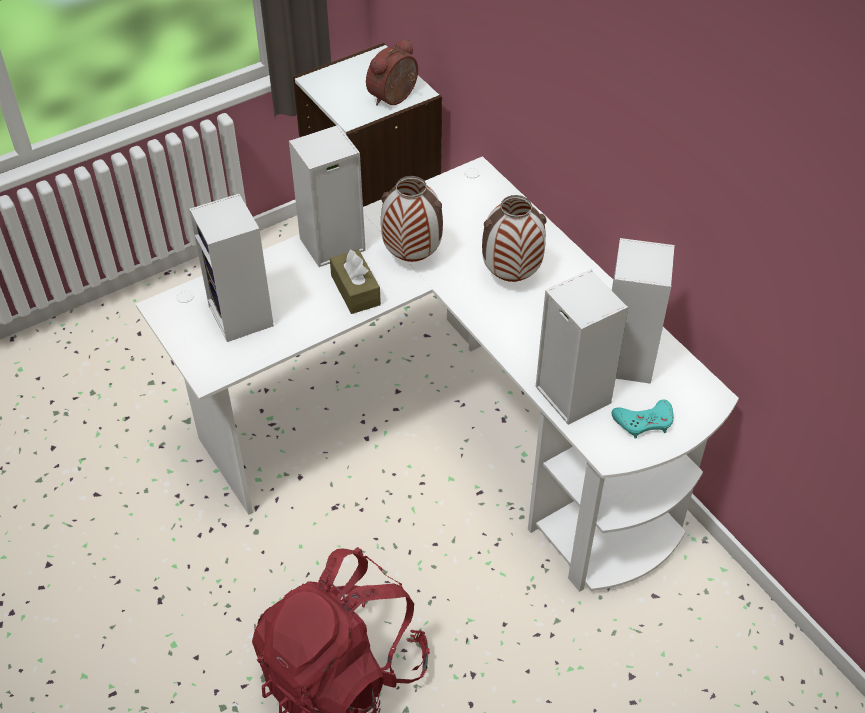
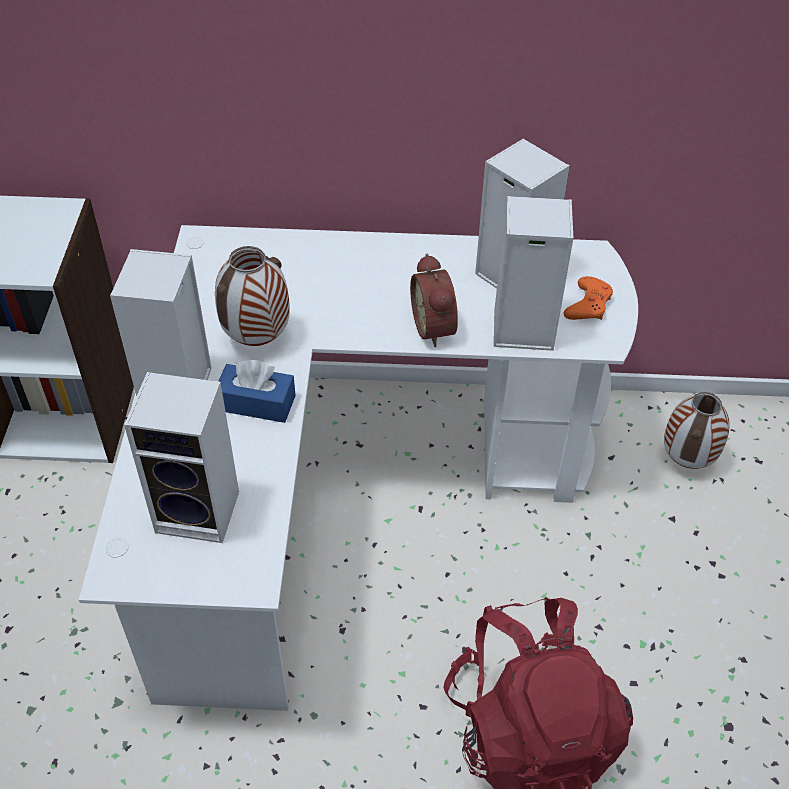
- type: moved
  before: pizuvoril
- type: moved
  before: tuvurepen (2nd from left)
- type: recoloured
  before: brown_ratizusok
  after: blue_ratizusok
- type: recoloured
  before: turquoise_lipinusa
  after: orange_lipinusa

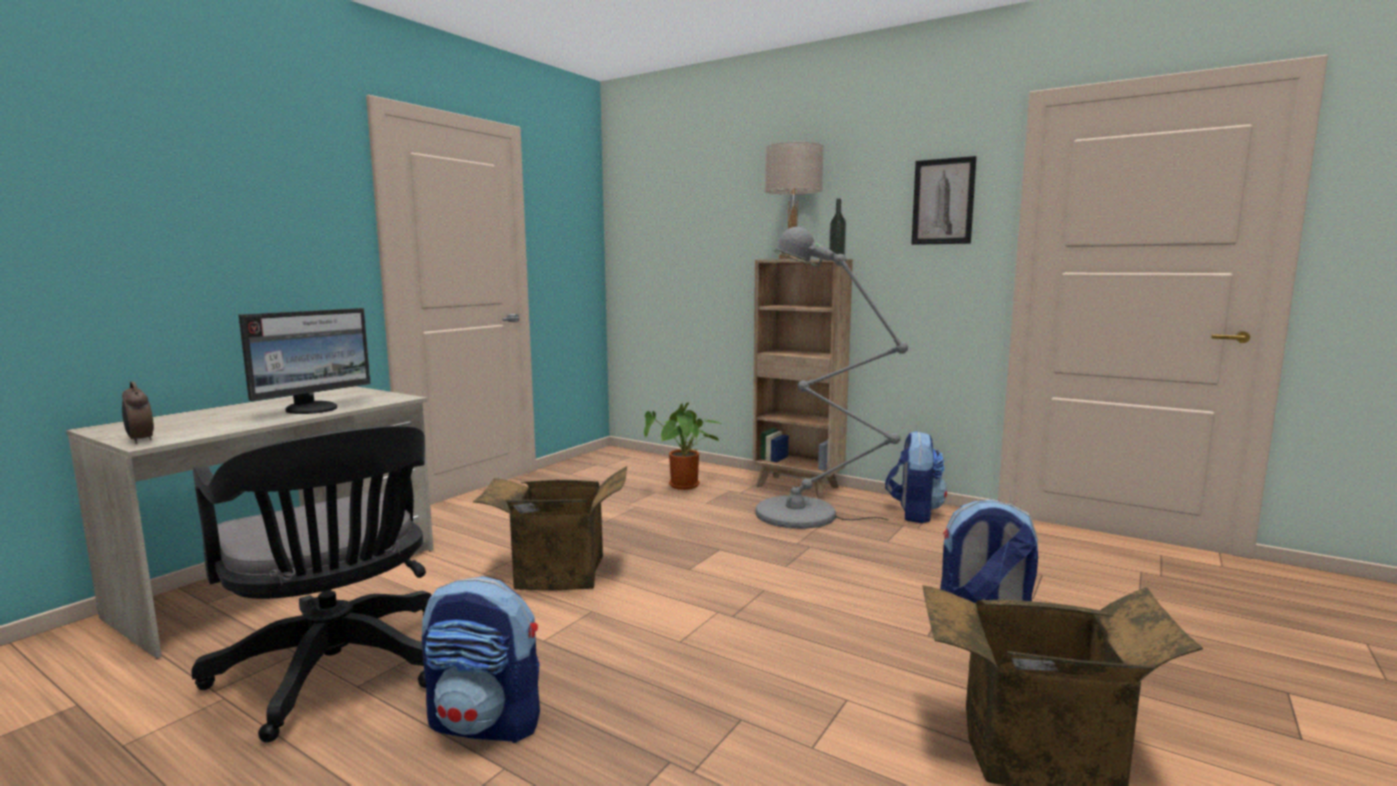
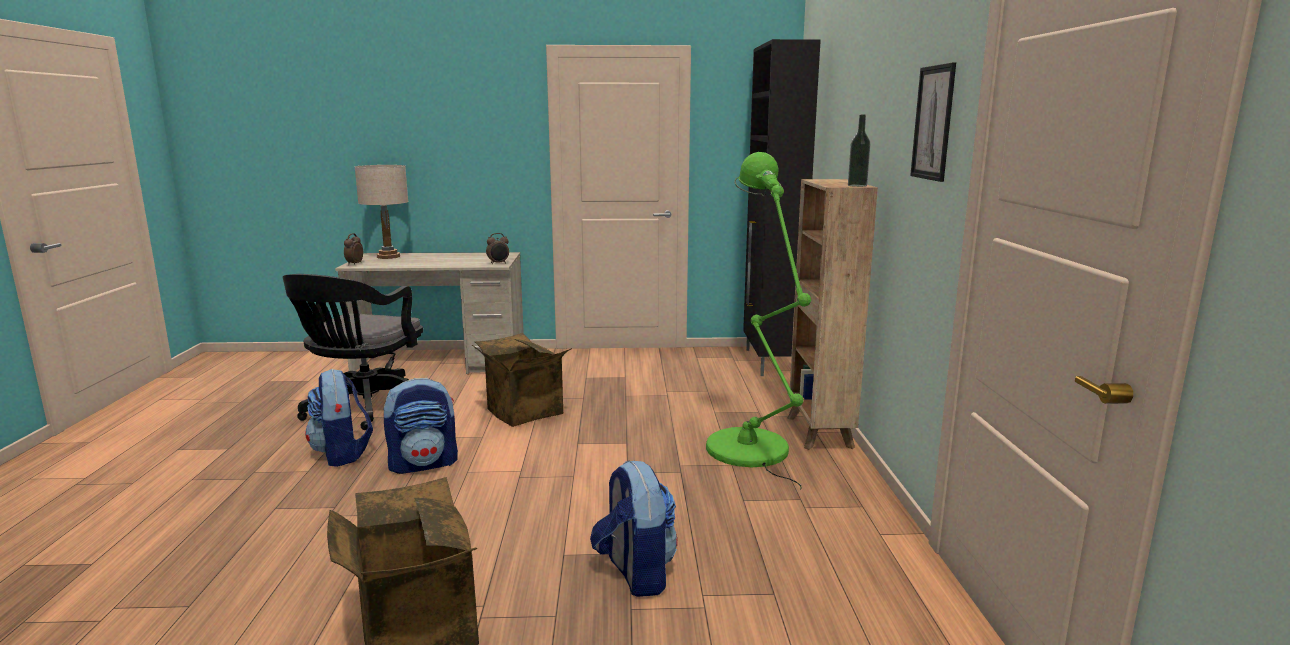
- type: moved
  before: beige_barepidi
- type: recoloured
  before: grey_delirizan
  after: green_delirizan
- type: removed
  before: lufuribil
- type: removed
  before: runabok
- type: moved
  before: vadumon (2nd from left)
- type: added
  after: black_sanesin
- type: added
  after: pizuvoril (2nd from left)

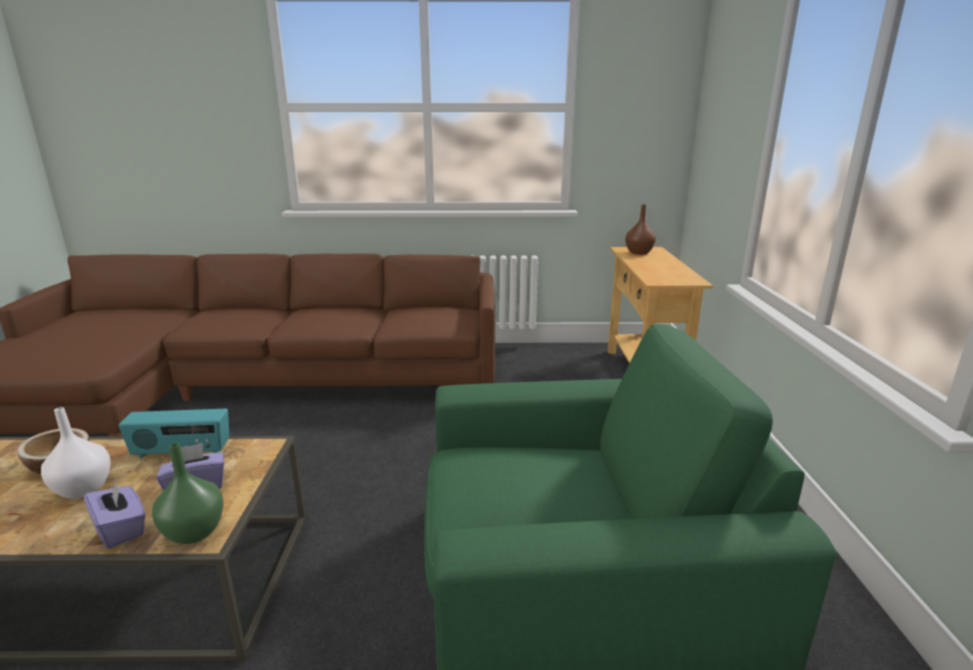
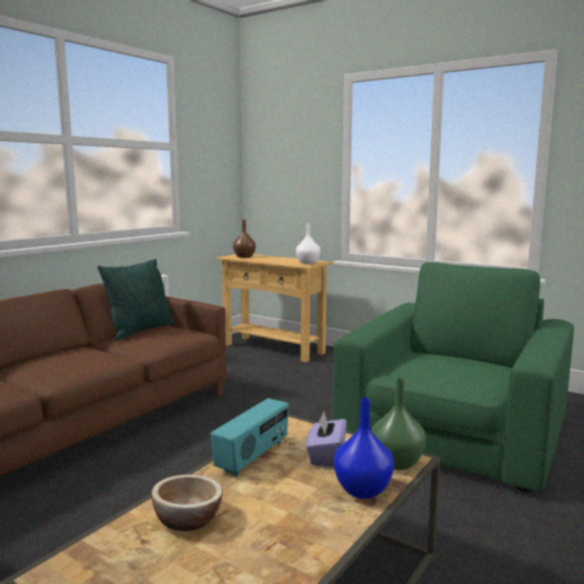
- type: moved
  before: white_tuvurepen
- type: replaced
  before: purple_ratizusok (1st from left)
  after: blue_tuvurepen
- type: added
  after: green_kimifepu

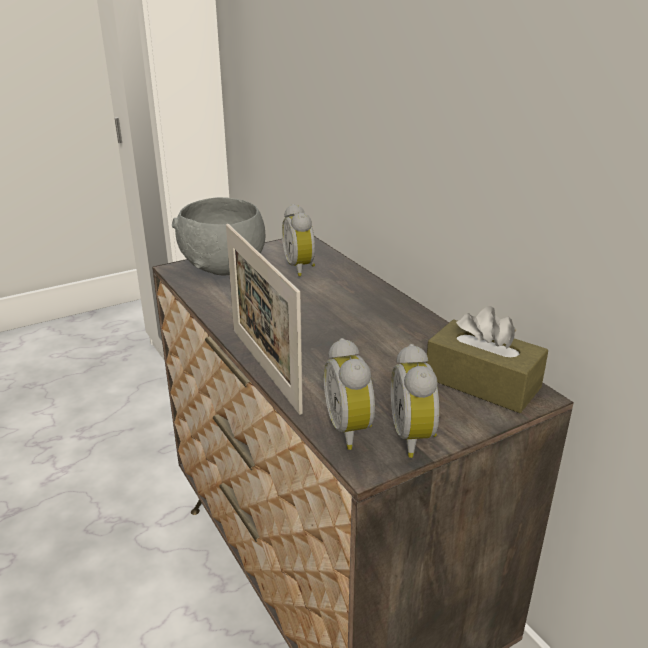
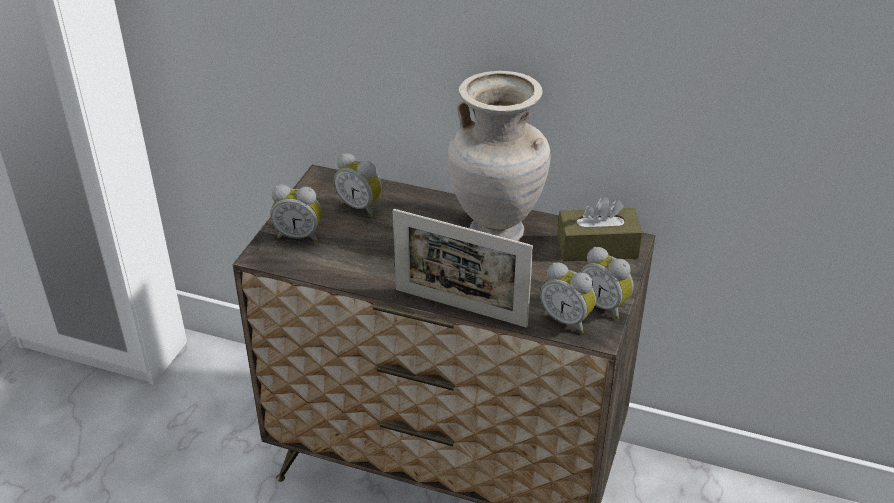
- type: replaced
  before: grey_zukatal
  after: pizuvoril (1st from left)
- type: added
  after: beige_tuvurepen

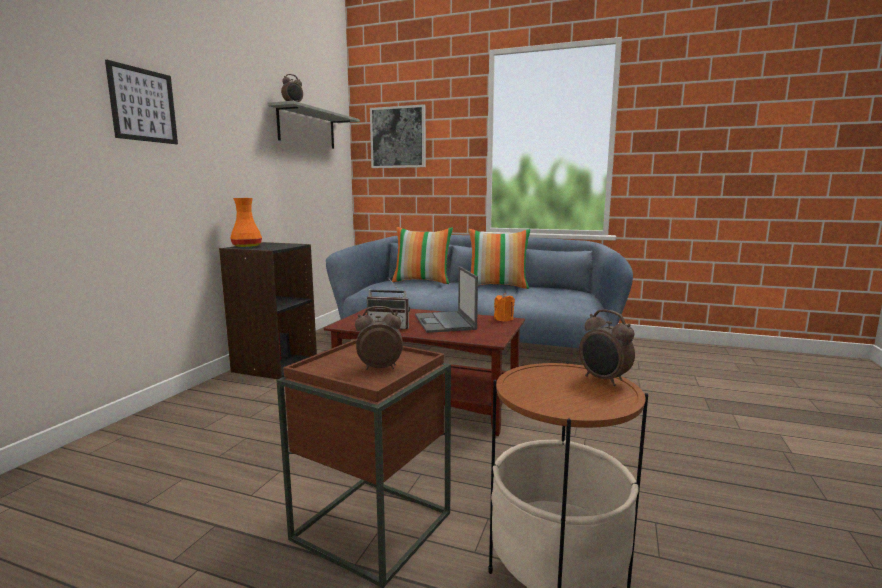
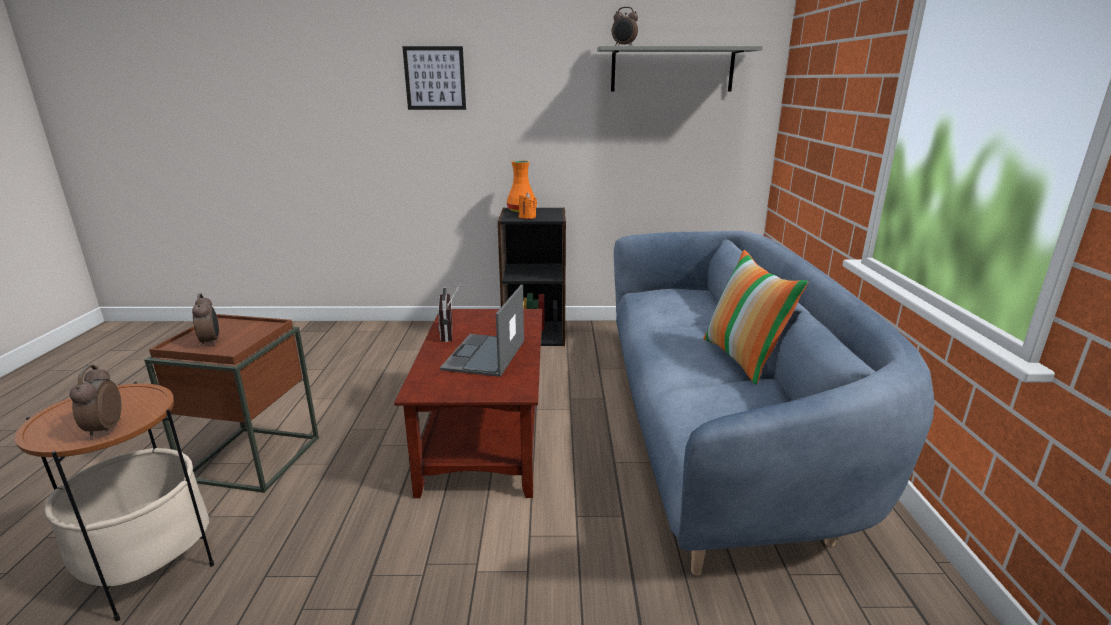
- type: removed
  before: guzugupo (2nd from left)
- type: removed
  before: kimifepu (1st from left)
- type: turned
  before: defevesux
  turn: -45
- type: moved
  before: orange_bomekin
- type: turned
  before: pizuvoril (3rd from left in the first image)
  turn: -45

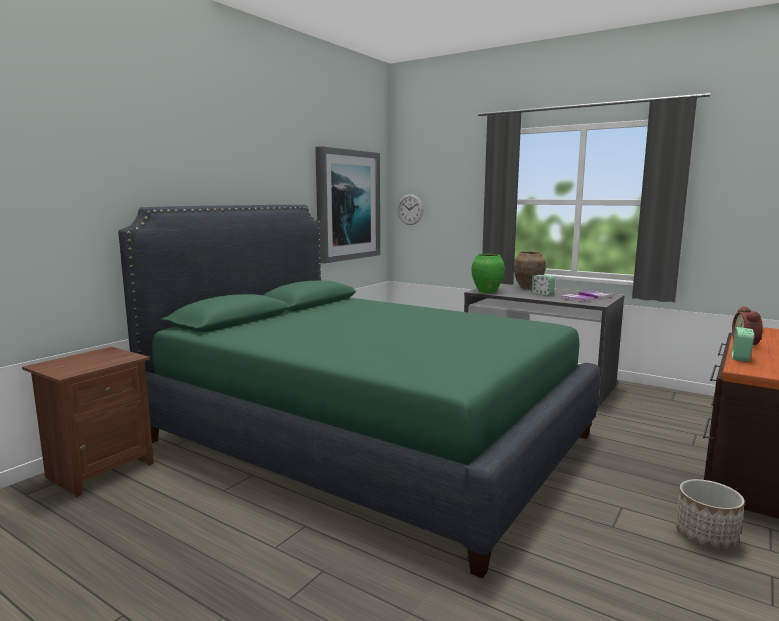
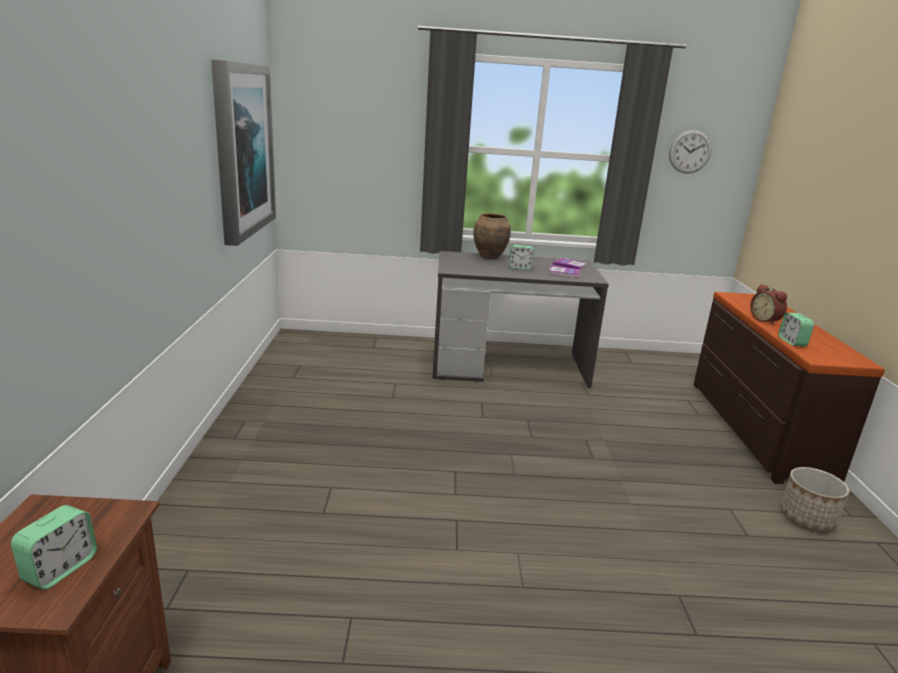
- type: moved
  before: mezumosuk
- type: removed
  before: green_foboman
- type: removed
  before: green_tuvurepen
- type: added
  after: pizuvoril (1st from left)

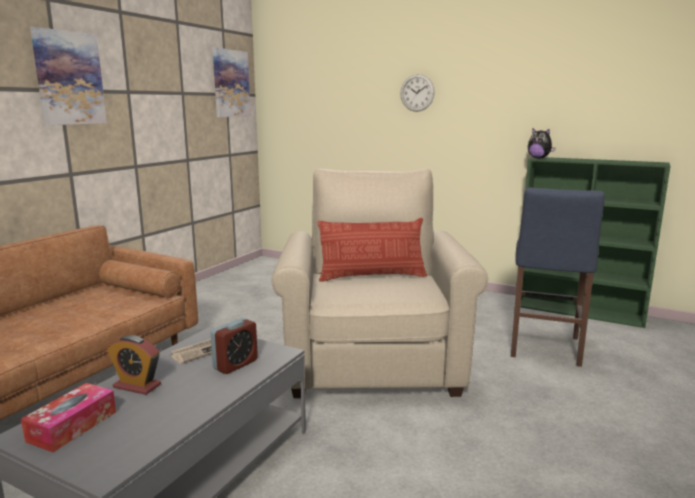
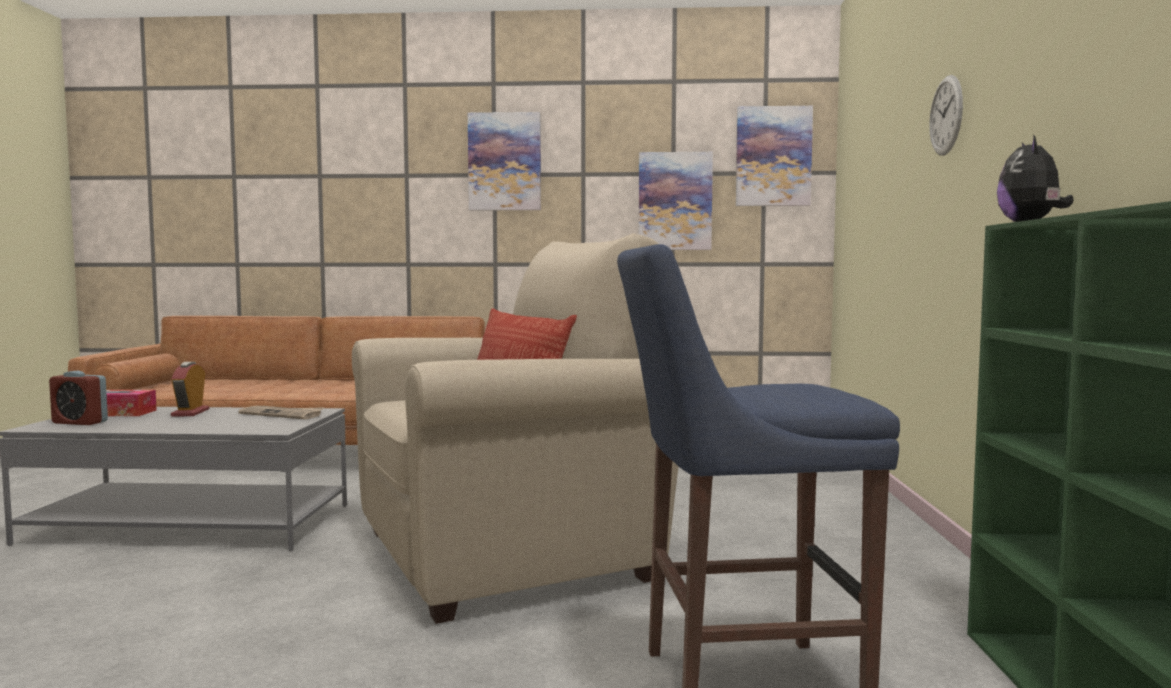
- type: moved
  before: pizuvoril (2nd from left in the first image)
  after: pizuvoril (1st from left)
- type: added
  after: guzugupo (2nd from left)

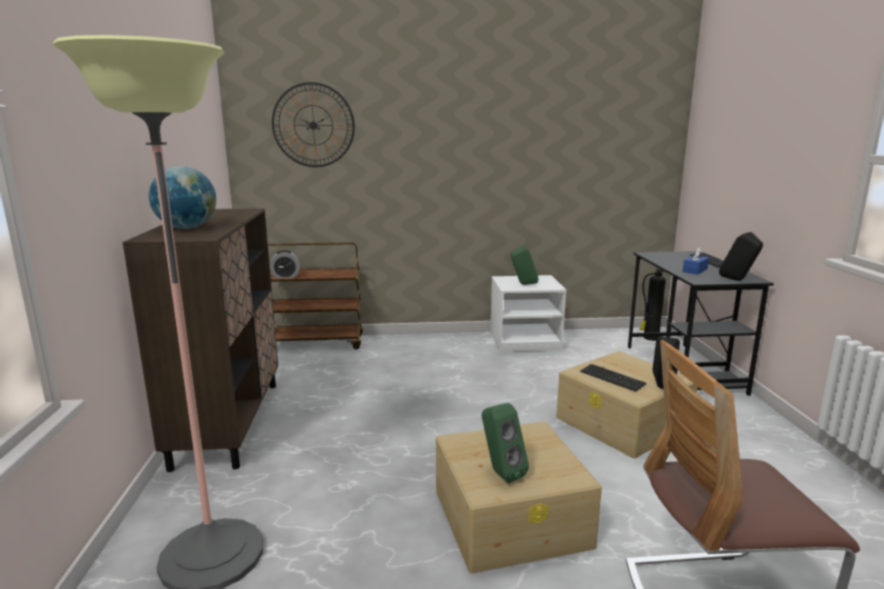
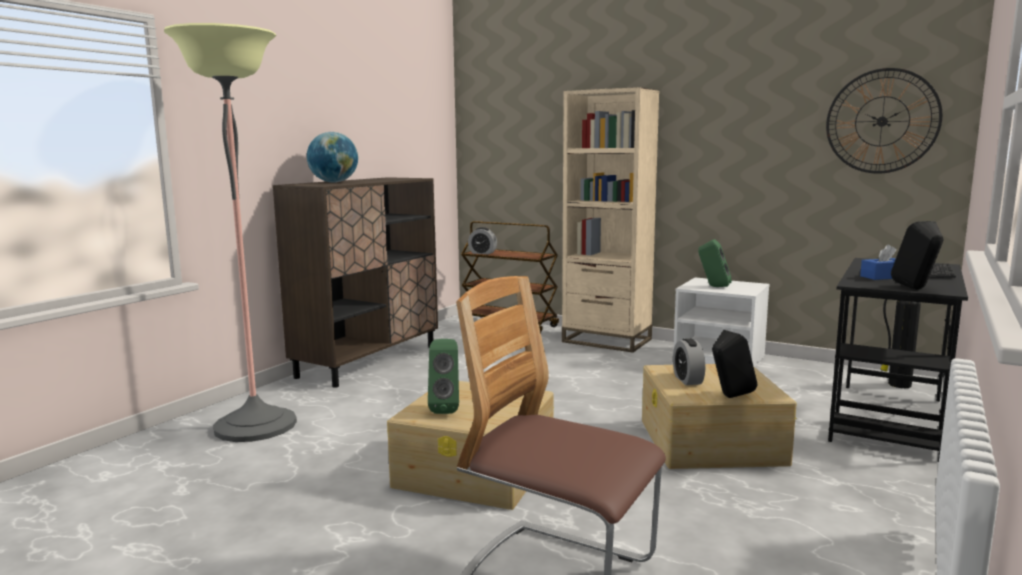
- type: moved
  before: mezumosuk
- type: replaced
  before: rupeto (1st from left)
  after: pizuvoril (2nd from left)
- type: added
  after: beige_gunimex

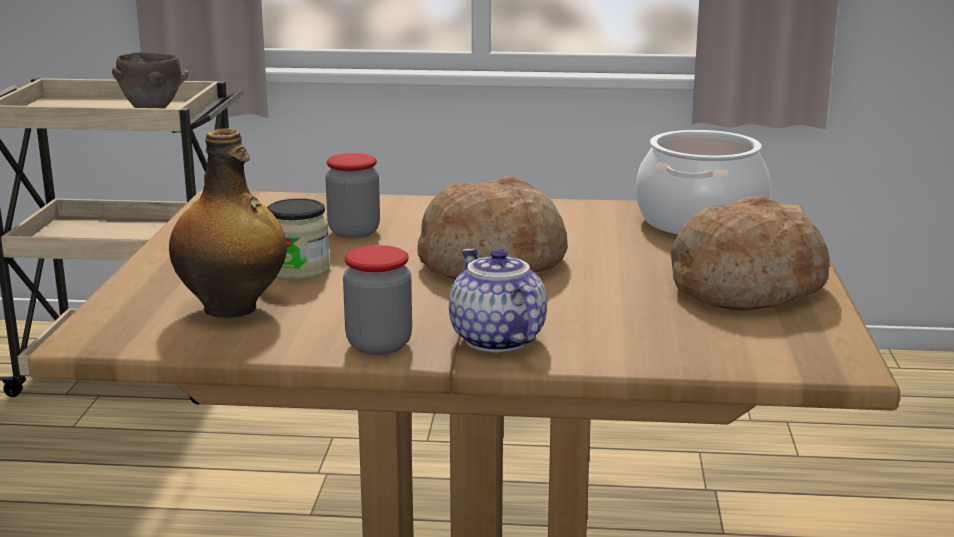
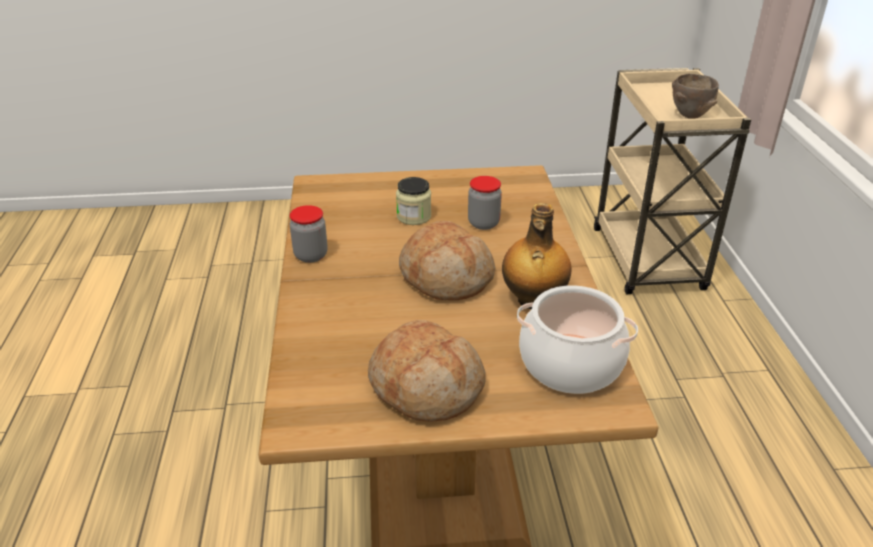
- type: moved
  before: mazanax
- type: removed
  before: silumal

